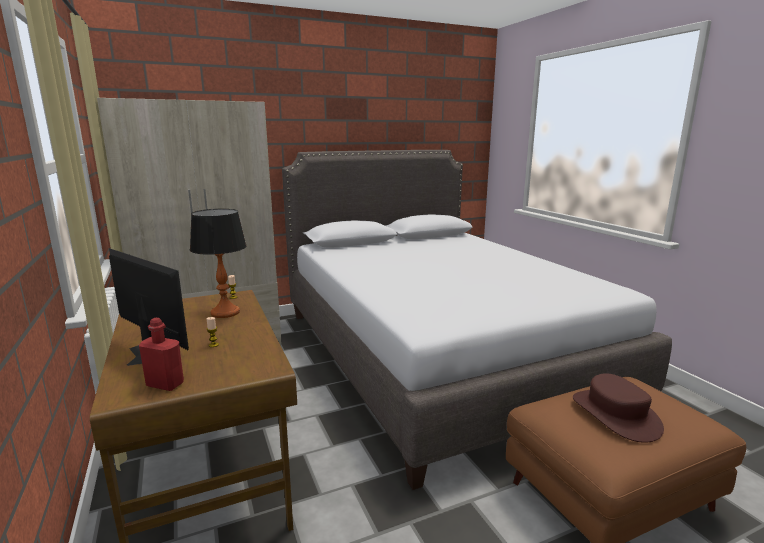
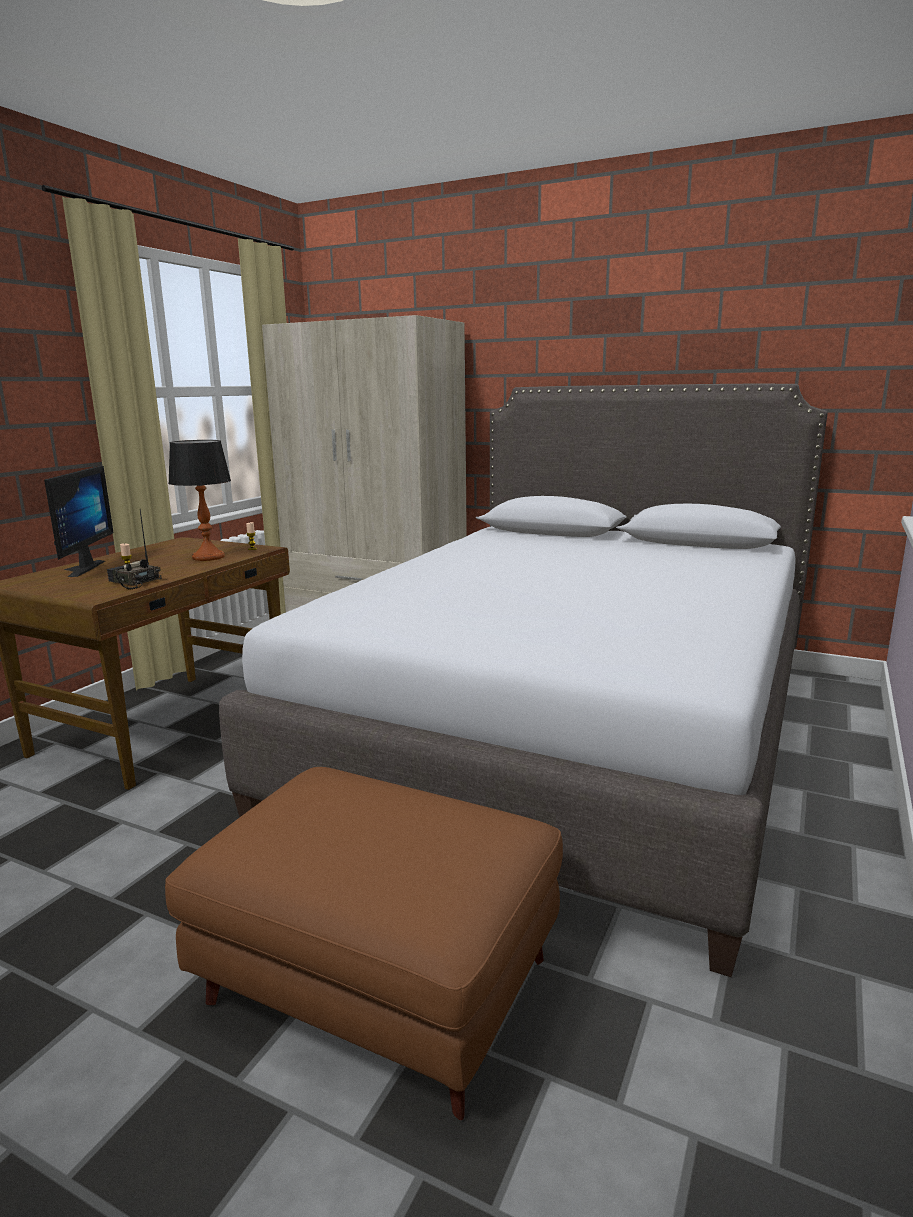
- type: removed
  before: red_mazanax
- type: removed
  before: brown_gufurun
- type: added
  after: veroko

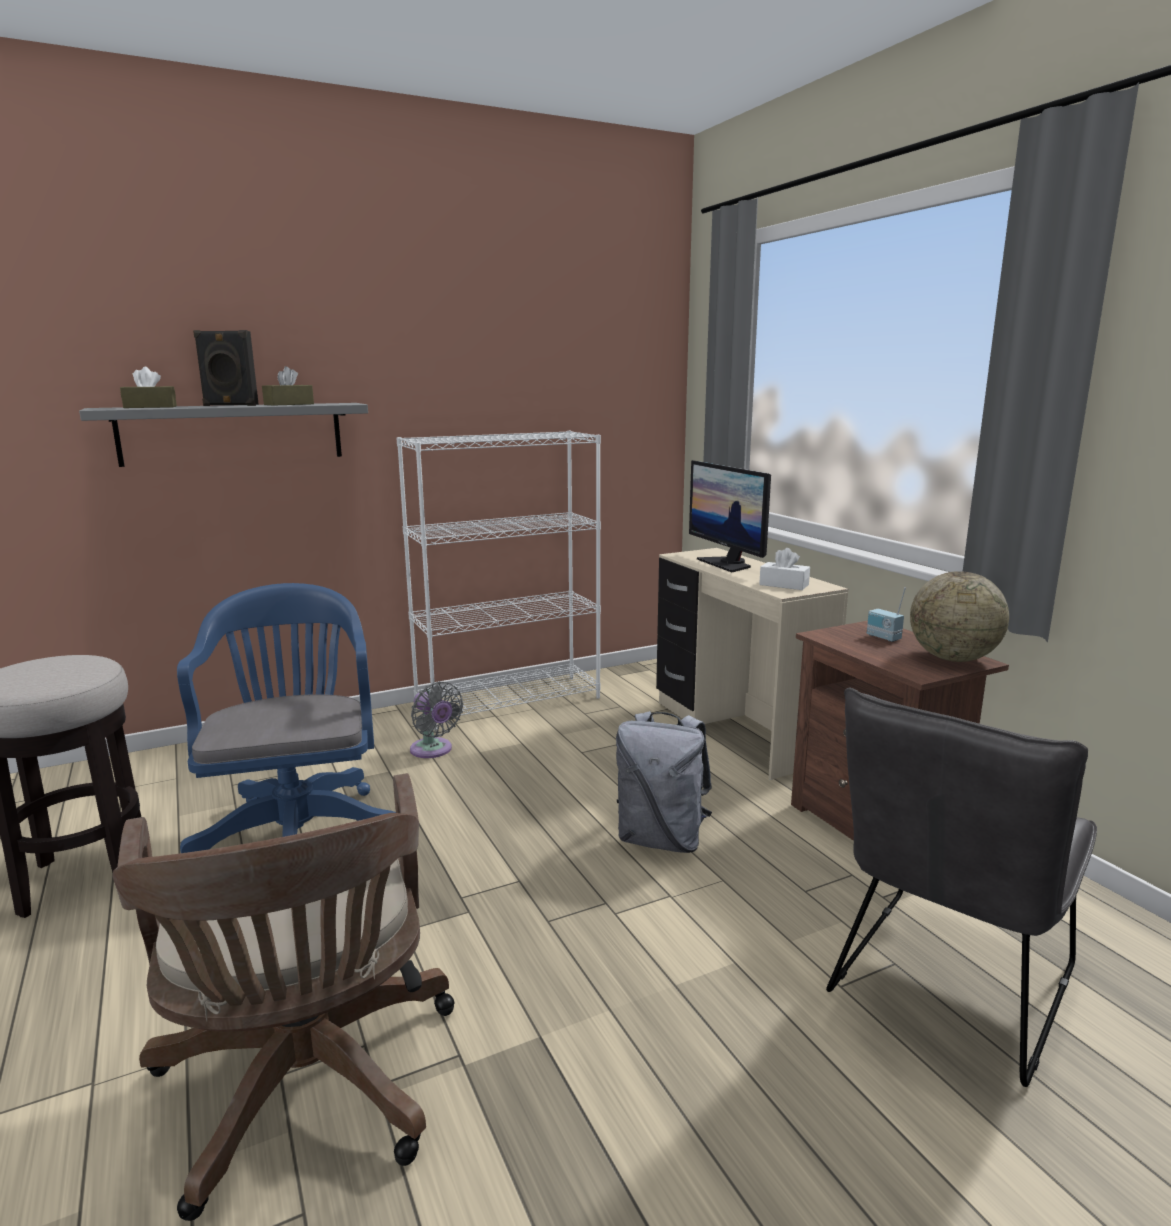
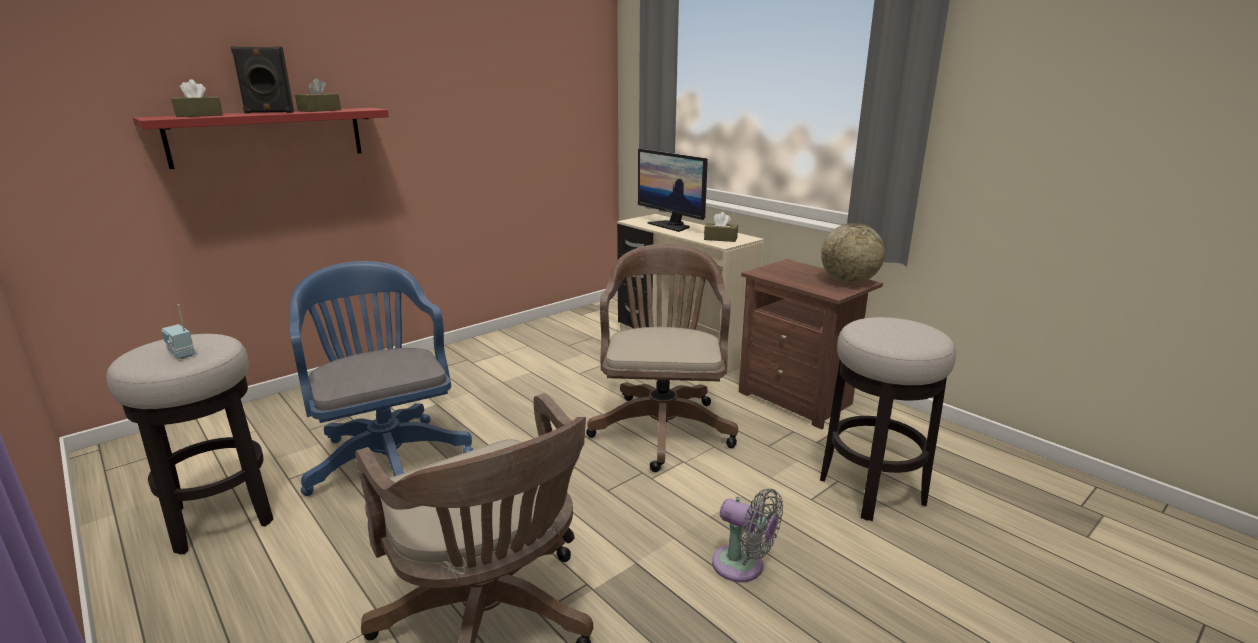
- type: recoloured
  before: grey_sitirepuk
  after: red_sitirepuk
- type: removed
  before: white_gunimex
- type: recoloured
  before: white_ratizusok
  after: brown_ratizusok (3rd from left)
- type: moved
  before: veroko
- type: moved
  before: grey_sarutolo
- type: replaced
  before: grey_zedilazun
  after: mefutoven (2nd from left)
- type: replaced
  before: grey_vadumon
  after: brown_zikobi (2nd from left)

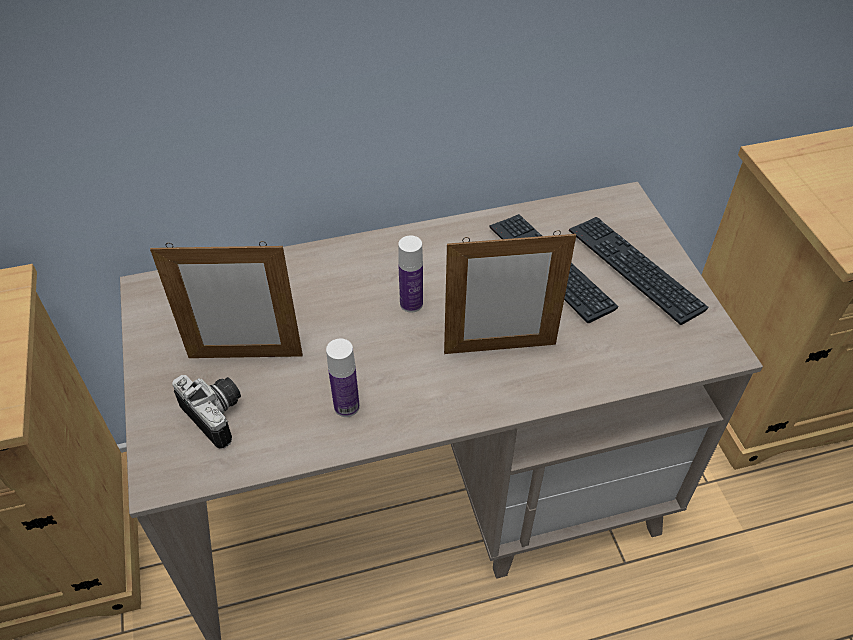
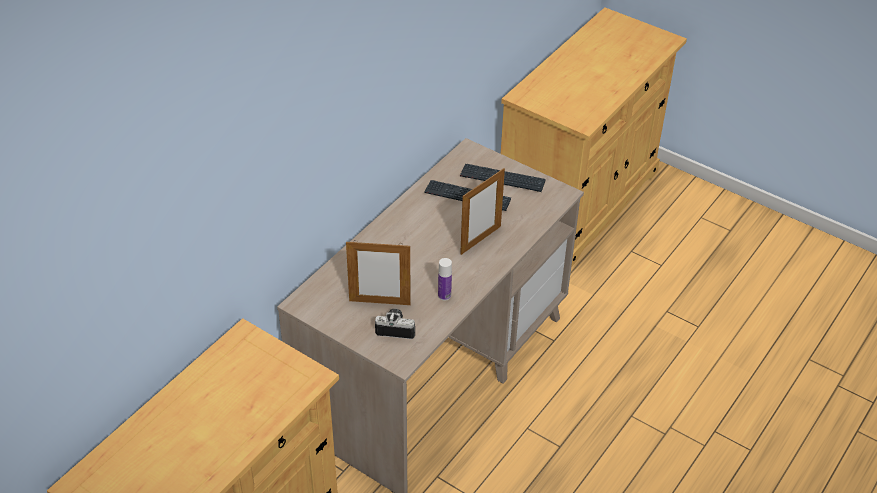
- type: removed
  before: mazanax (2nd from left)
- type: turned
  before: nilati (1st from left)
  turn: 45

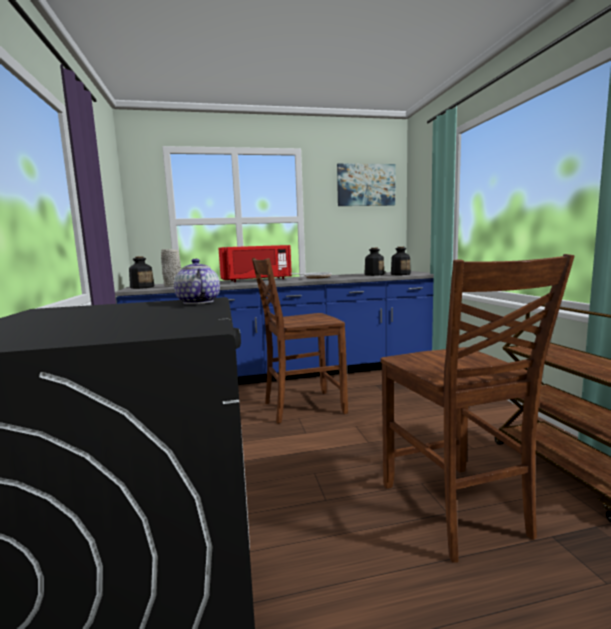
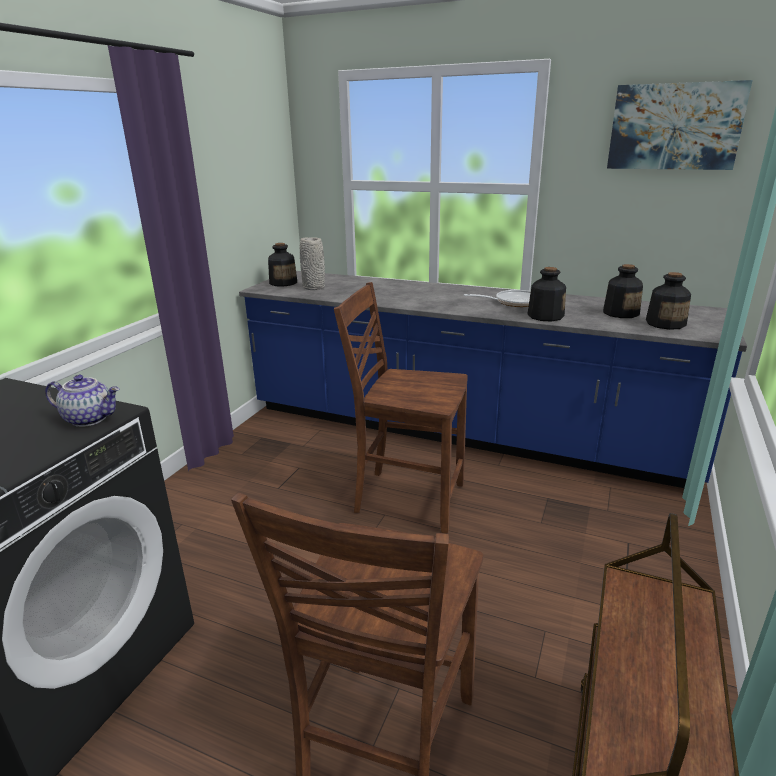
- type: removed
  before: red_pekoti
- type: turned
  before: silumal
  turn: 90
- type: added
  after: mazanax (2nd from left)

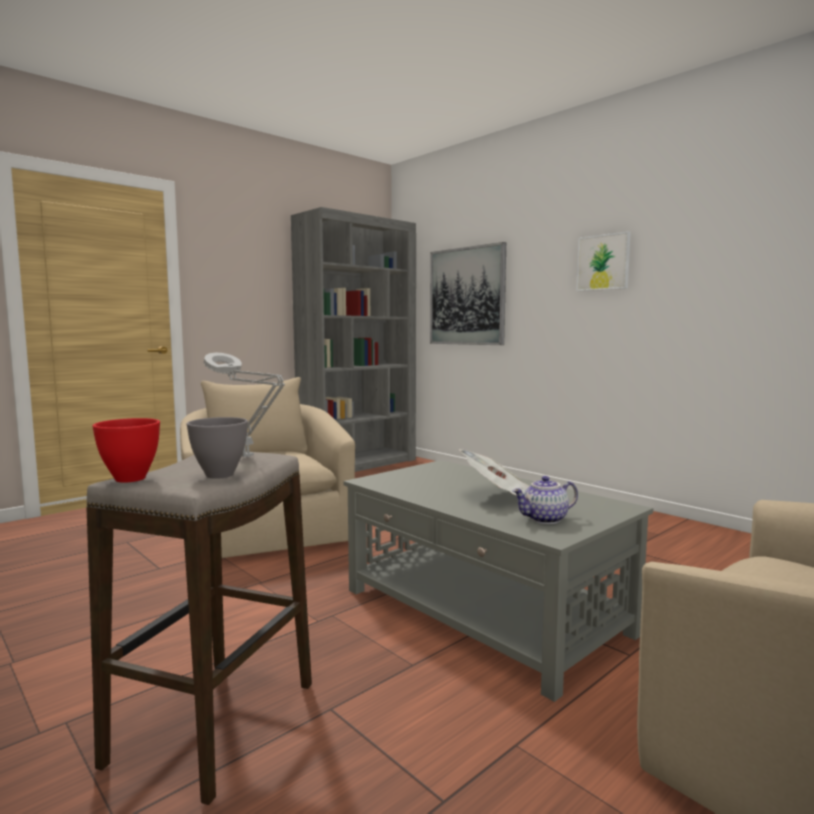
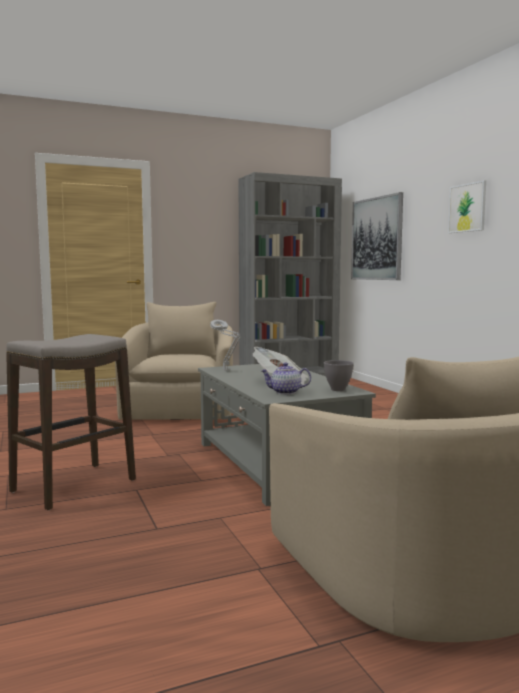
- type: moved
  before: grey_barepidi
- type: moved
  before: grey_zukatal
- type: removed
  before: red_zukatal

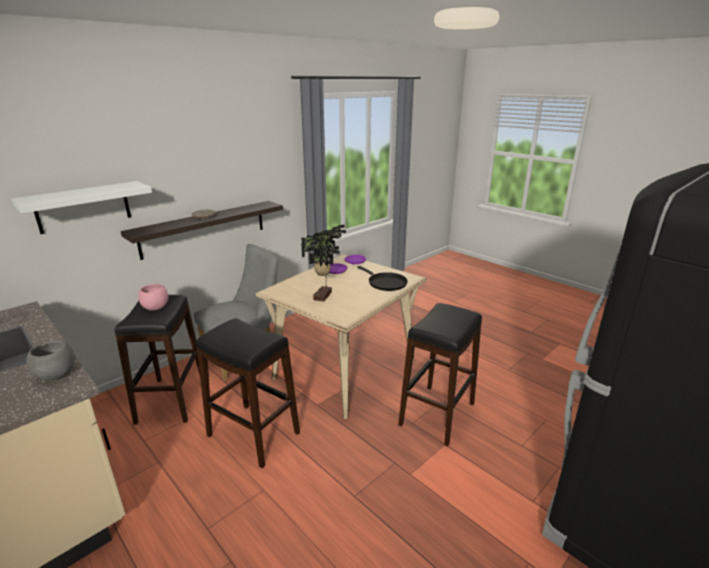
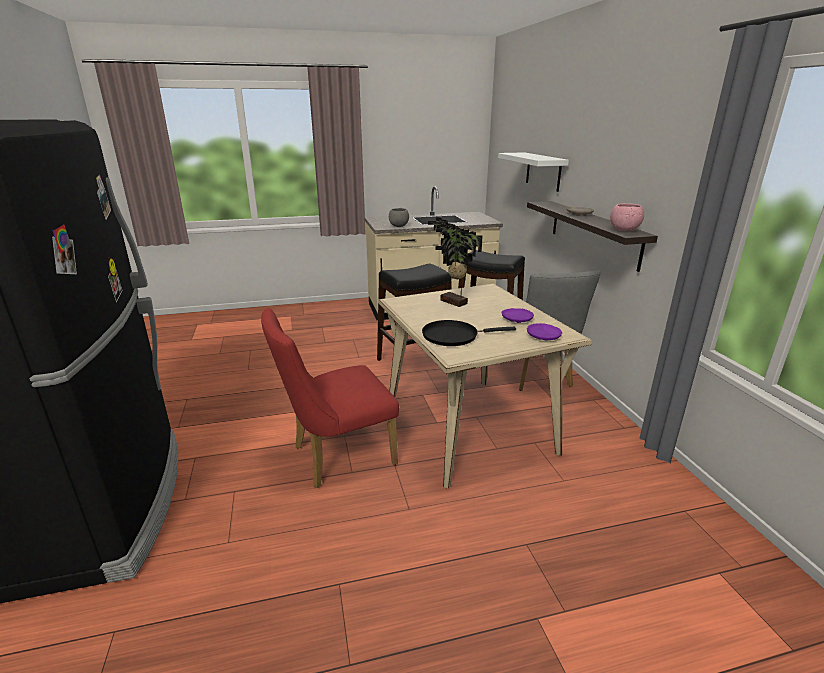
- type: moved
  before: pink_zukatal
- type: replaced
  before: black_mefutoven (3rd from left)
  after: red_zedilazun

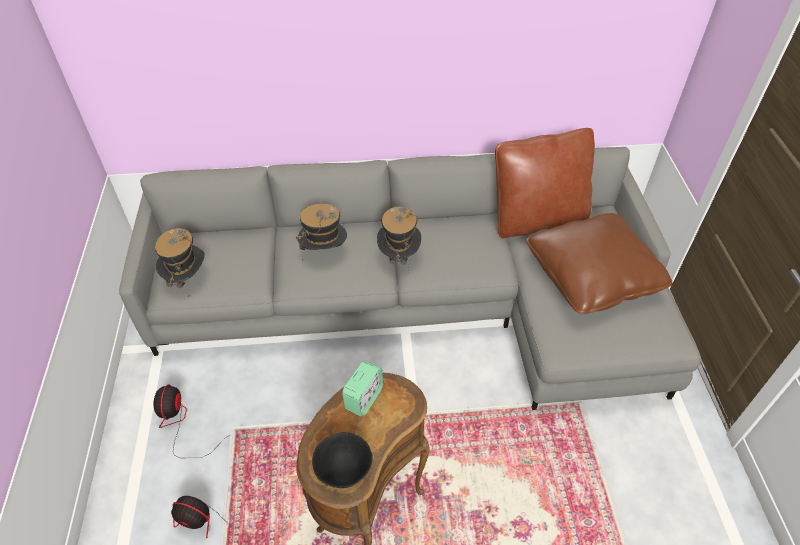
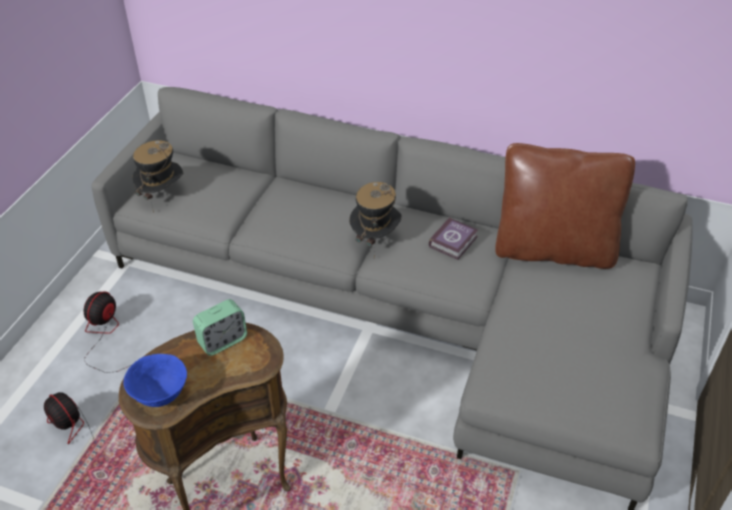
- type: removed
  before: gufurun (2nd from left)
- type: removed
  before: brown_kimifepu (2nd from left)
- type: recoloured
  before: black_zukatal
  after: blue_zukatal
- type: added
  after: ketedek

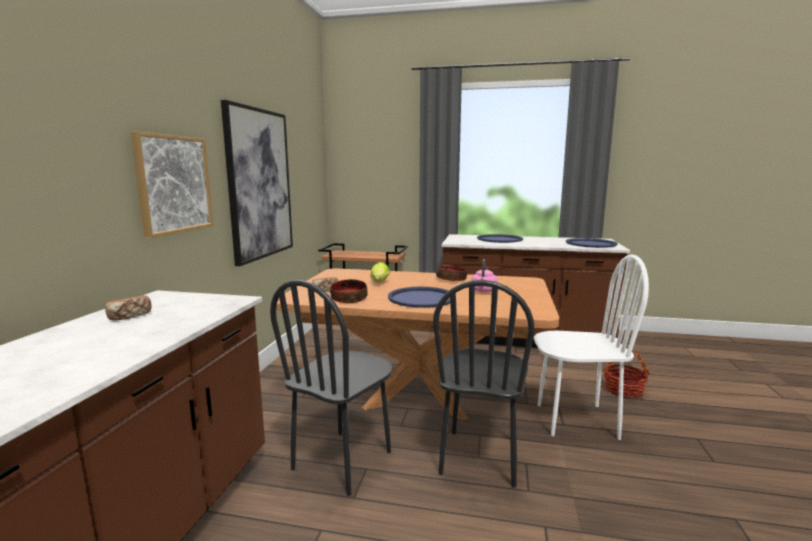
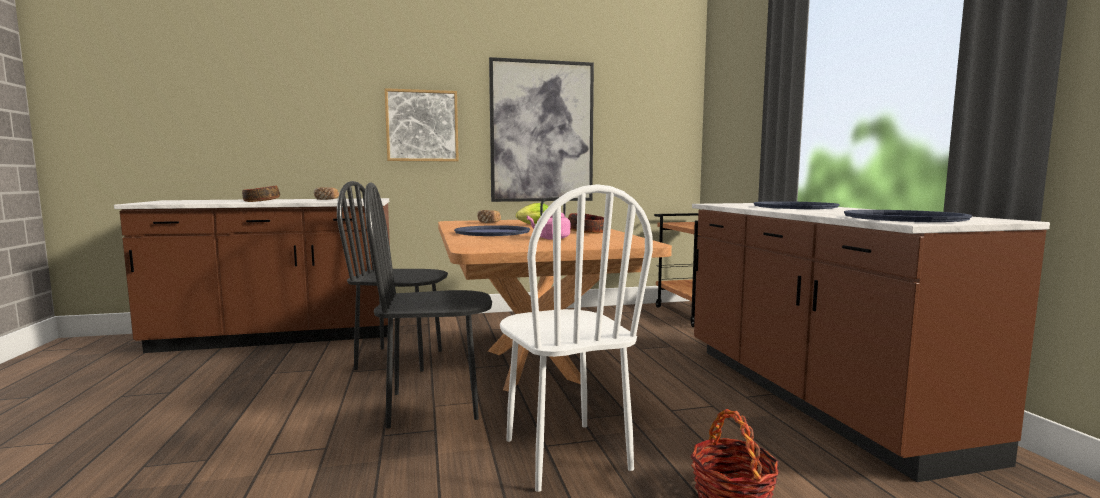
- type: moved
  before: zukatal (1st from left)

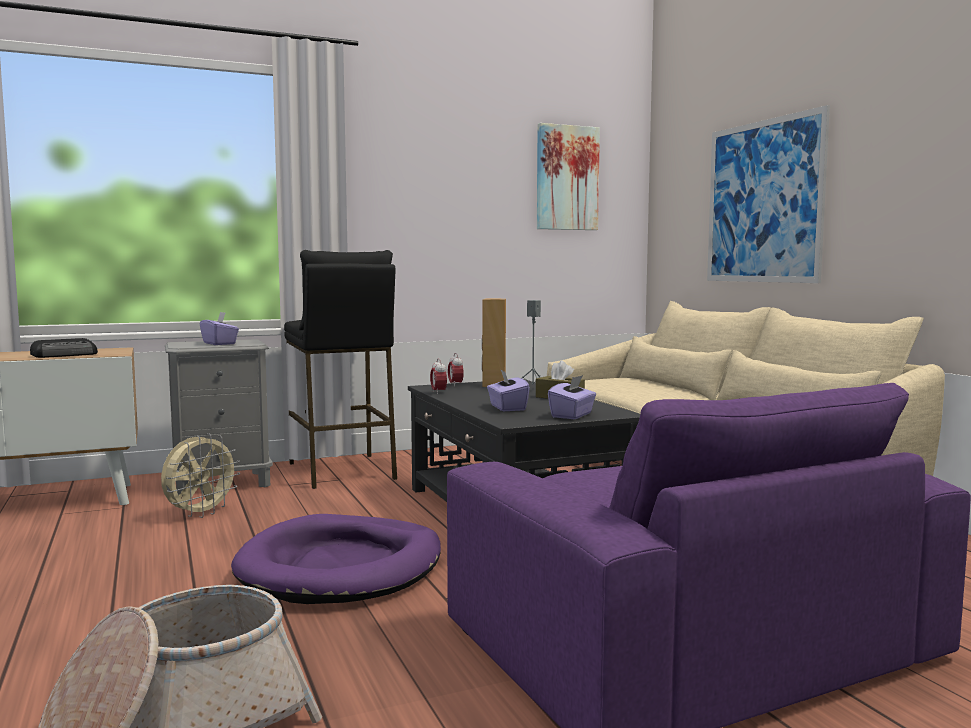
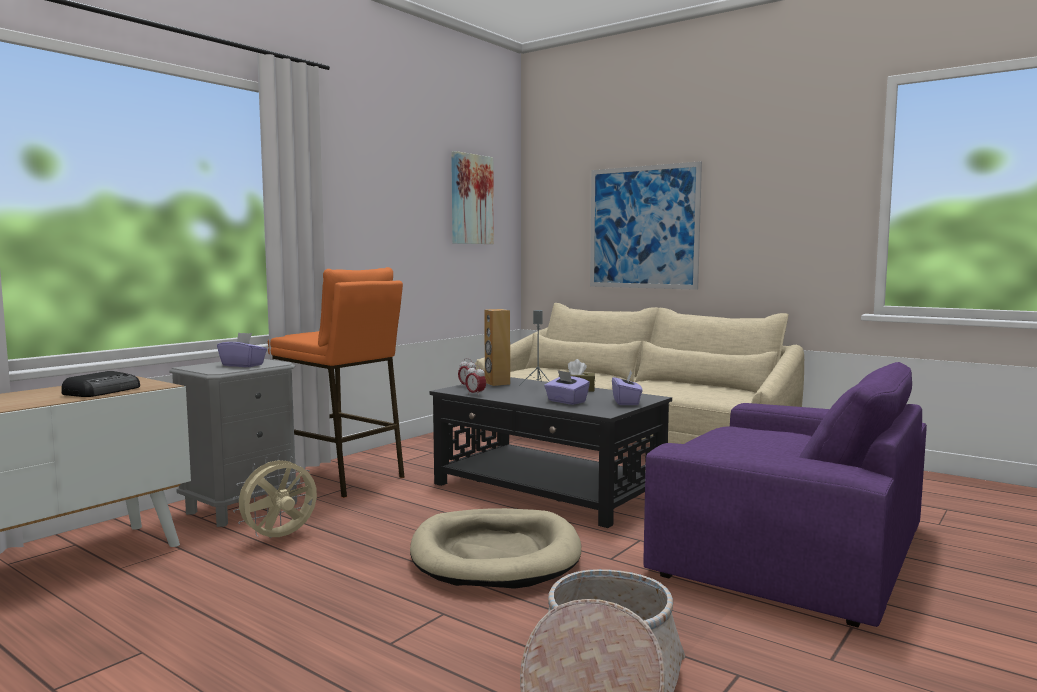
- type: recoloured
  before: black_mefutoven
  after: orange_mefutoven
- type: turned
  before: beige_sarutolo
  turn: -135
- type: recoloured
  before: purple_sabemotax
  after: beige_sabemotax

